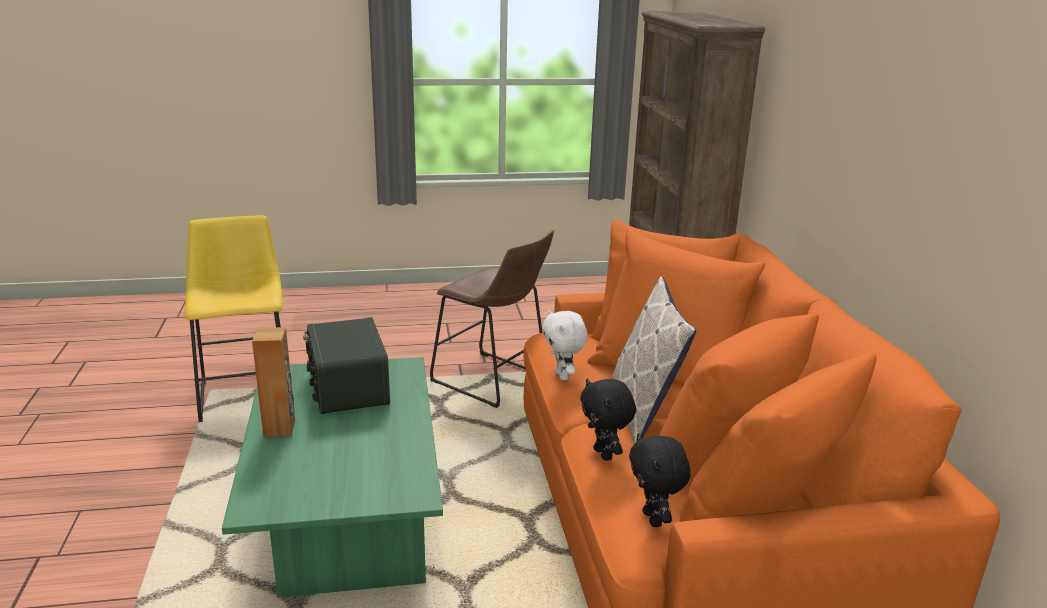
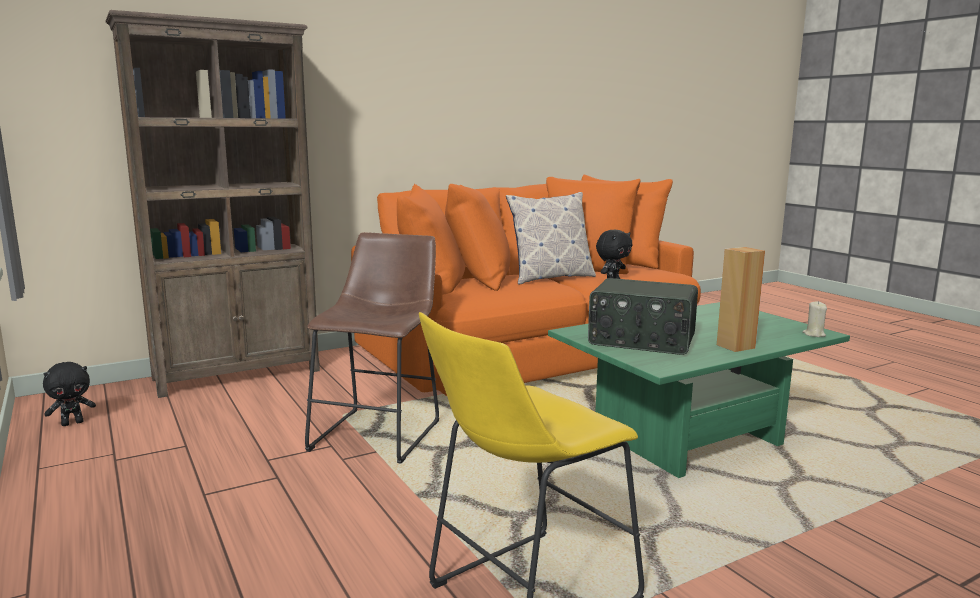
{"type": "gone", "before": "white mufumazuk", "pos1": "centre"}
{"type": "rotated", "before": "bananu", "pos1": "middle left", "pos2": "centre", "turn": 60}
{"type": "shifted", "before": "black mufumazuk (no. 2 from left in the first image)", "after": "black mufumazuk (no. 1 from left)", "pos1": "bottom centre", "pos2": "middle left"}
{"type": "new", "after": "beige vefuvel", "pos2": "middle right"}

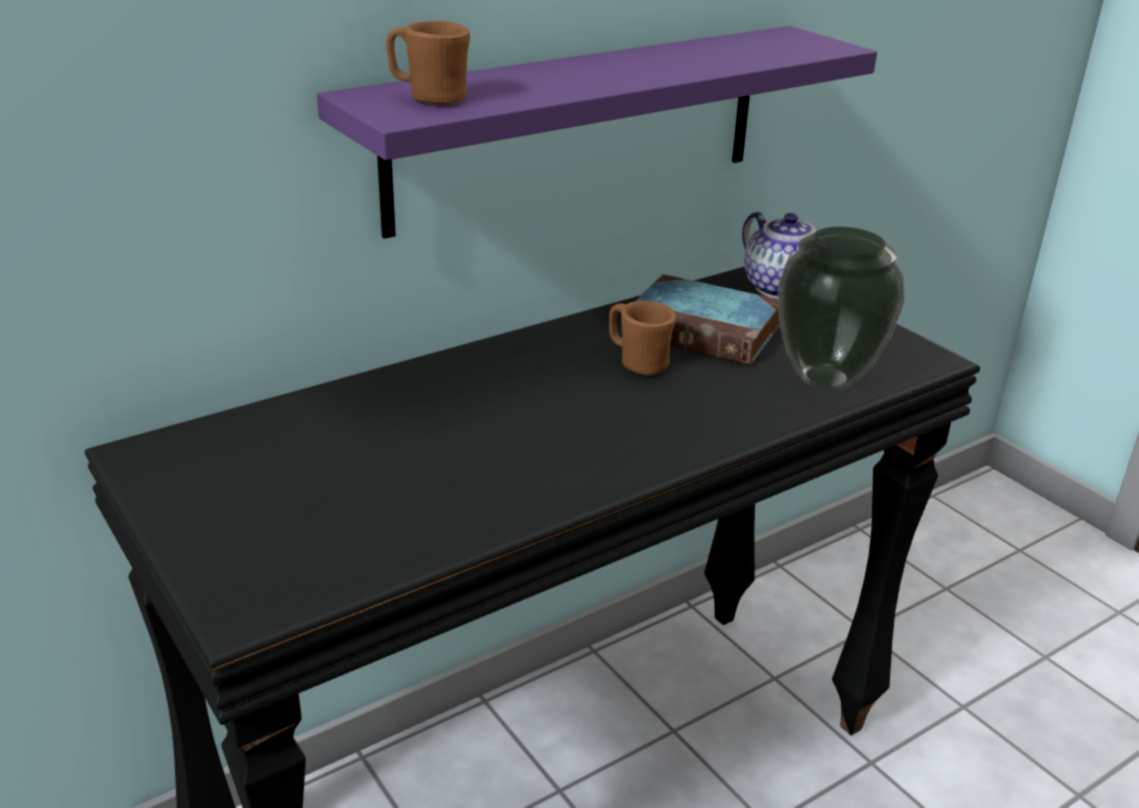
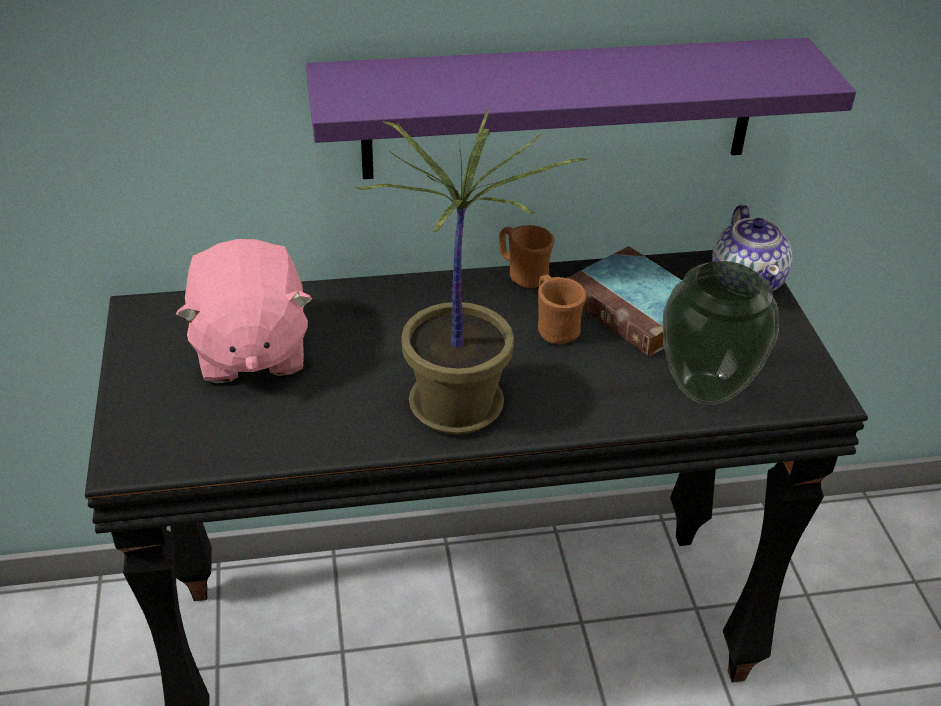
{"type": "shifted", "before": "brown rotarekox (no. 1 from left)", "pos1": "top centre", "pos2": "centre"}
{"type": "new", "after": "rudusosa", "pos2": "centre"}
{"type": "new", "after": "pink mufumazuk", "pos2": "middle left"}

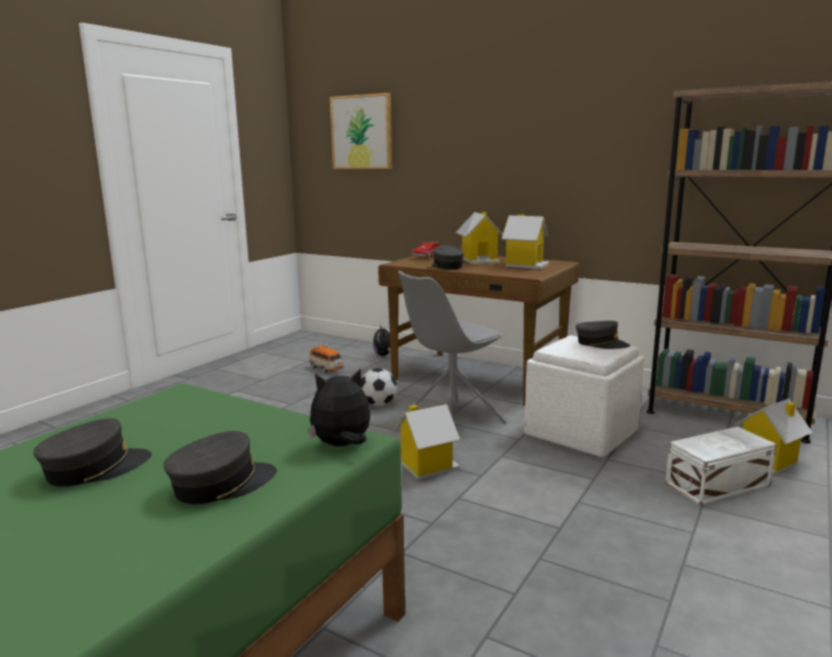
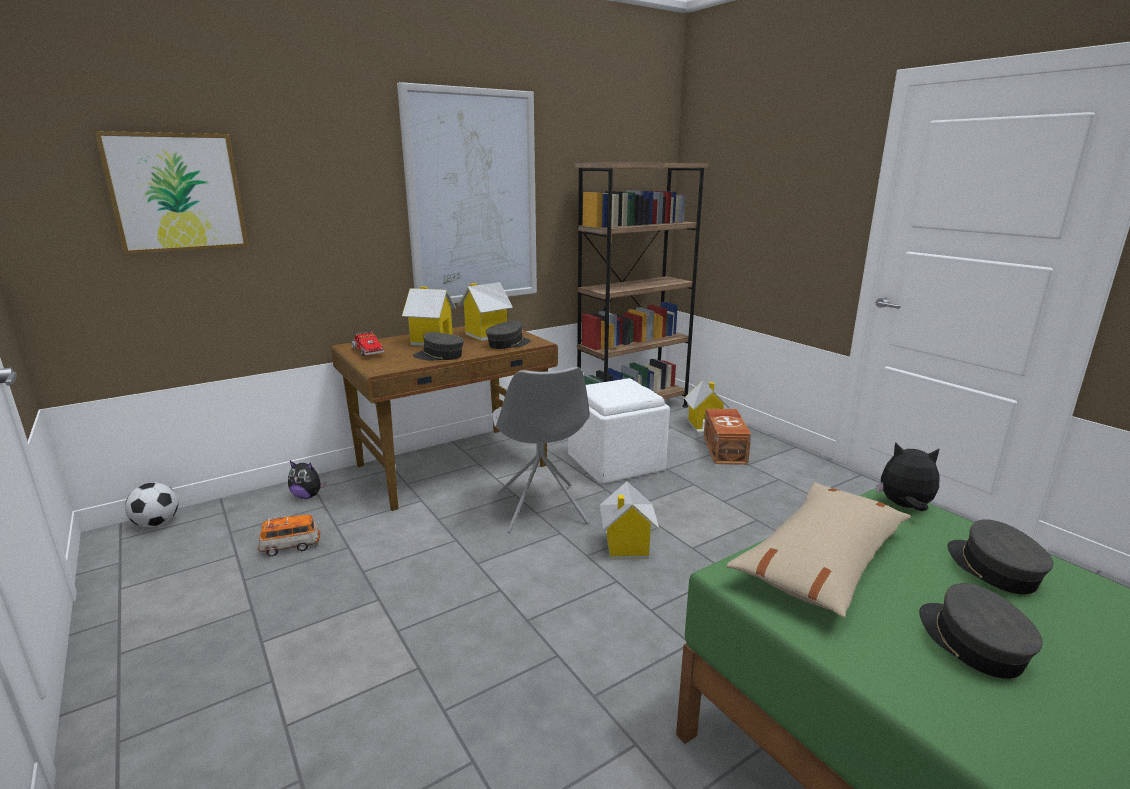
{"type": "shifted", "before": "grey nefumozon (no. 4 from left in the first image)", "after": "grey nefumozon (no. 2 from left)", "pos1": "middle right", "pos2": "centre"}
{"type": "rotated", "before": "mufumazuk (no. 1 from left in the first image)", "pos1": "centre", "pos2": "middle right", "turn": 105}
{"type": "shifted", "before": "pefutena", "pos1": "centre", "pos2": "middle left"}
{"type": "repainted", "before": "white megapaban", "after": "brown megapaban", "pos1": "bottom right", "pos2": "centre"}
{"type": "new", "after": "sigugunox (no. 2 from left)", "pos2": "top centre"}
{"type": "new", "after": "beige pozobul", "pos2": "bottom right"}

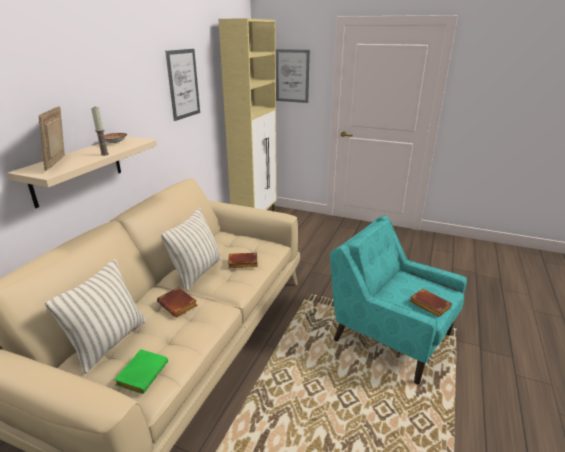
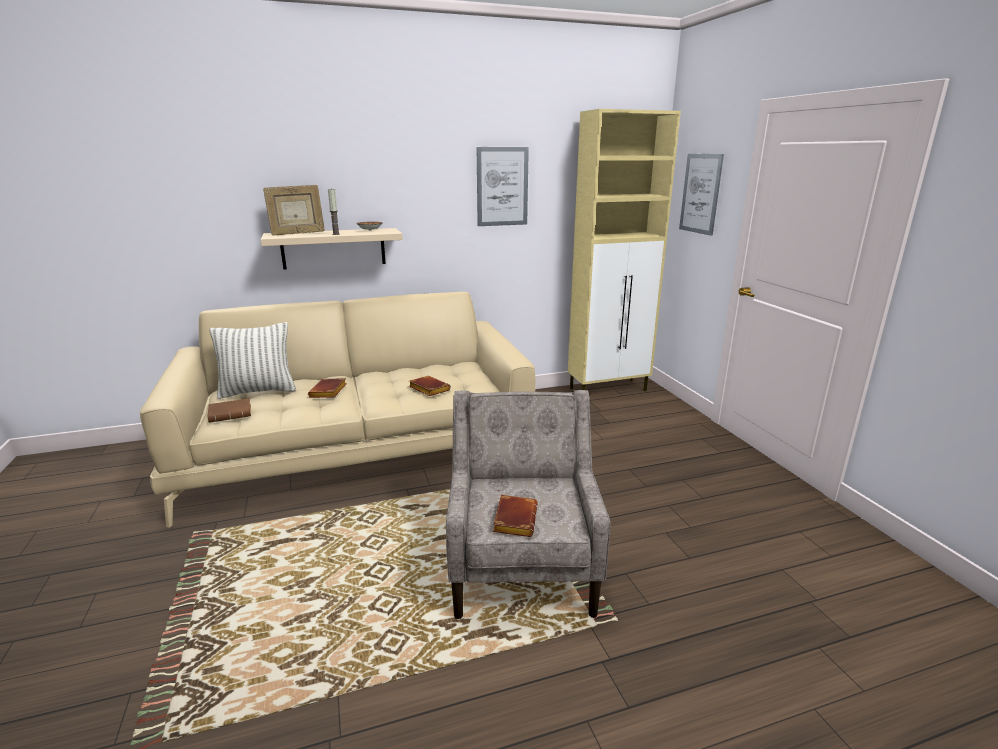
{"type": "rotated", "before": "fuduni", "pos1": "top left", "pos2": "top left", "turn": -150}
{"type": "gone", "before": "pozobul (no. 2 from left)", "pos1": "centre"}
{"type": "repainted", "before": "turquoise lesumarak", "after": "beige lesumarak", "pos1": "middle right", "pos2": "bottom centre"}
{"type": "repainted", "before": "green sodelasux", "after": "brown sodelasux (no. 1 from left)", "pos1": "bottom left", "pos2": "middle left"}

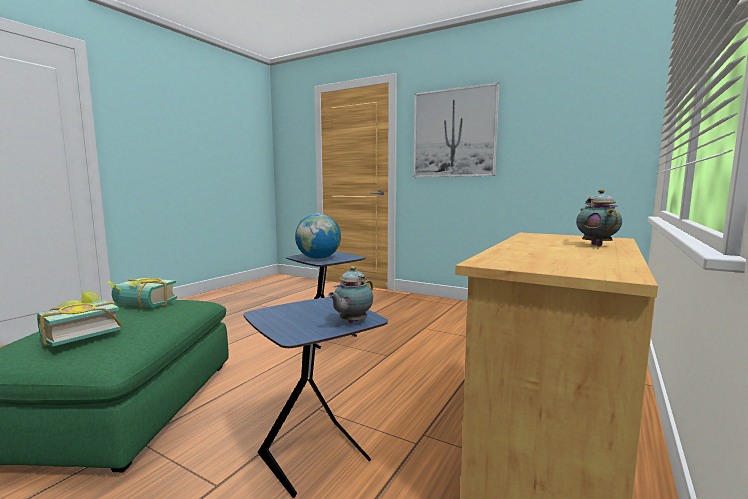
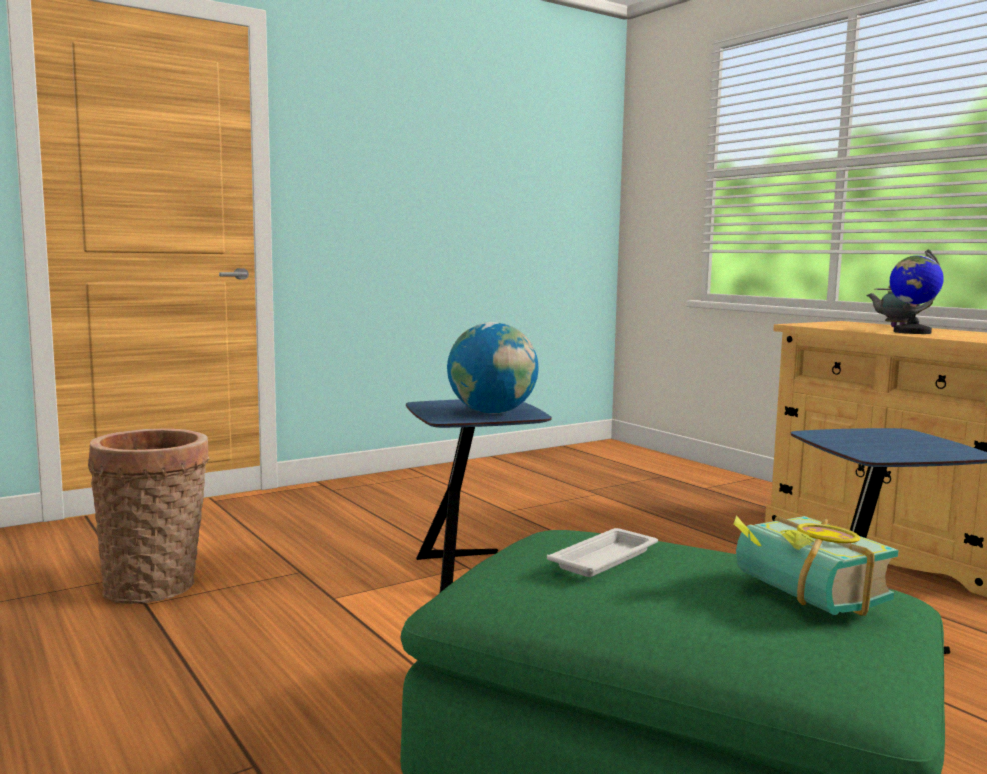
{"type": "gone", "before": "sigugunox", "pos1": "top centre"}
{"type": "gone", "before": "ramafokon (no. 1 from left)", "pos1": "centre"}
{"type": "swapped", "before": "sodelasux (no. 2 from left)", "after": "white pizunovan", "pos1": "middle left", "pos2": "bottom centre"}
{"type": "new", "after": "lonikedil (no. 2 from left)", "pos2": "middle right"}
{"type": "new", "after": "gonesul", "pos2": "bottom left"}

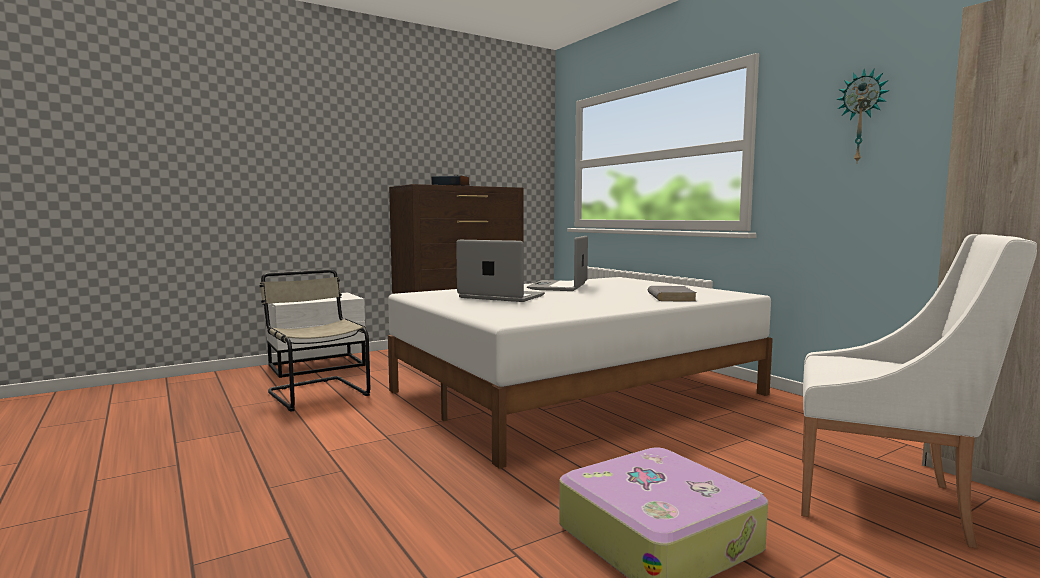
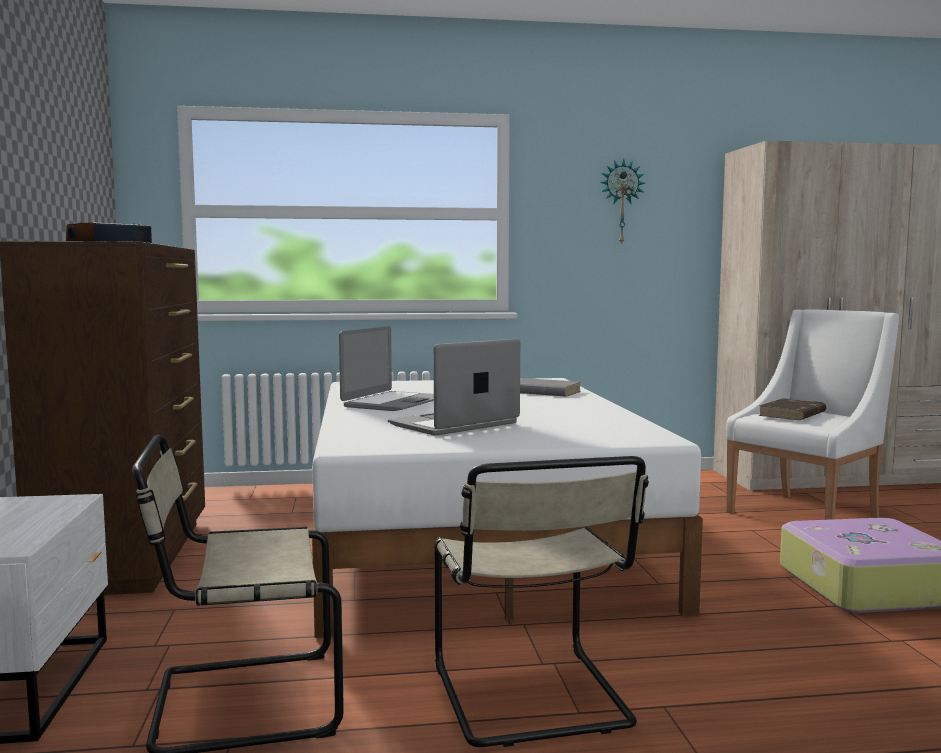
{"type": "rotated", "before": "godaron (no. 2 from left in the first image)", "pos1": "centre", "pos2": "centre", "turn": -105}
{"type": "new", "after": "brown sodelasux", "pos2": "middle right"}
{"type": "new", "after": "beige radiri (no. 2 from left)", "pos2": "bottom centre"}

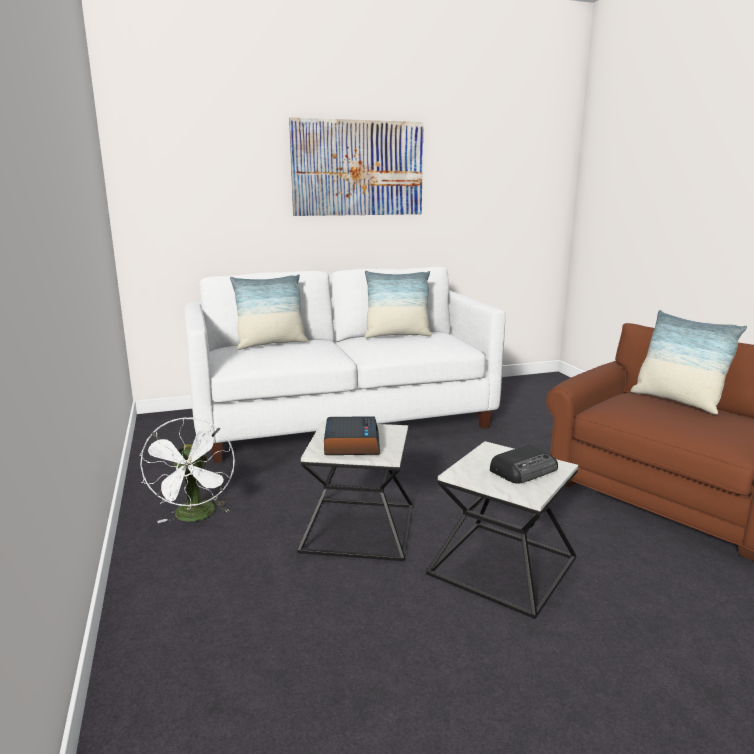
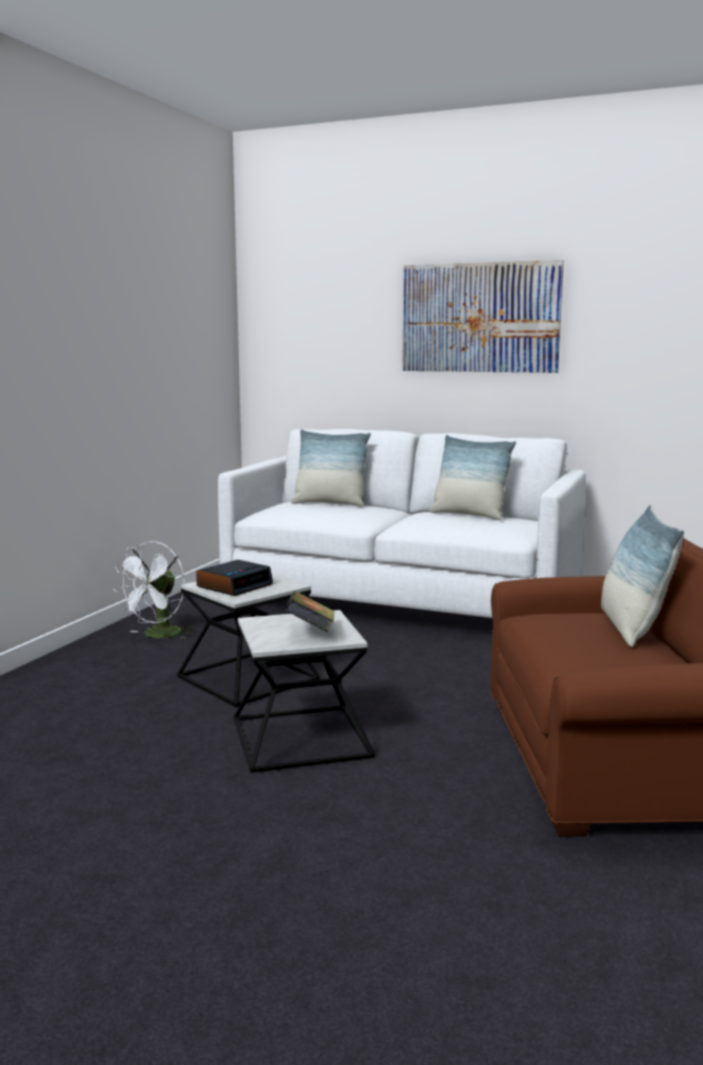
{"type": "swapped", "before": "bananu", "after": "sodelasux", "pos1": "middle right", "pos2": "centre"}

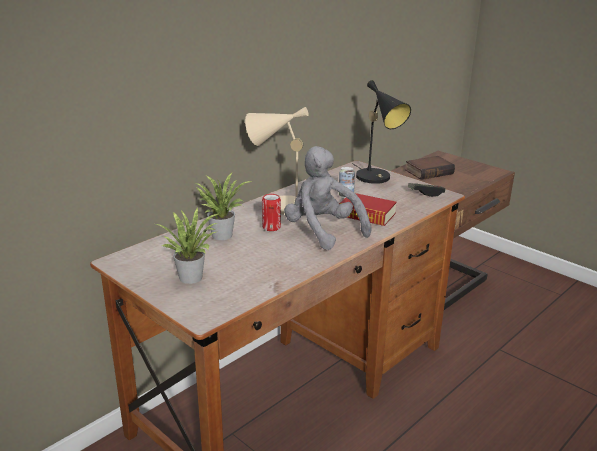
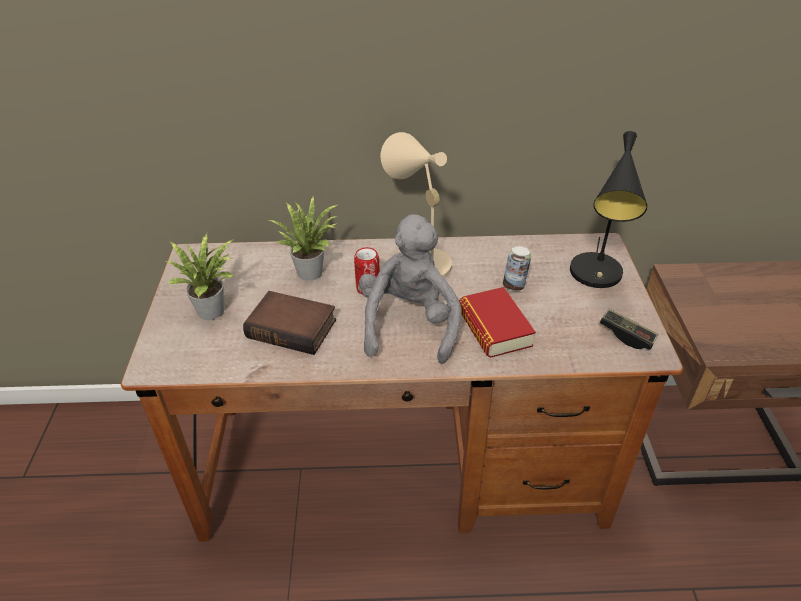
{"type": "shifted", "before": "sodelasux (no. 2 from left in the first image)", "after": "sodelasux (no. 1 from left)", "pos1": "middle right", "pos2": "centre"}

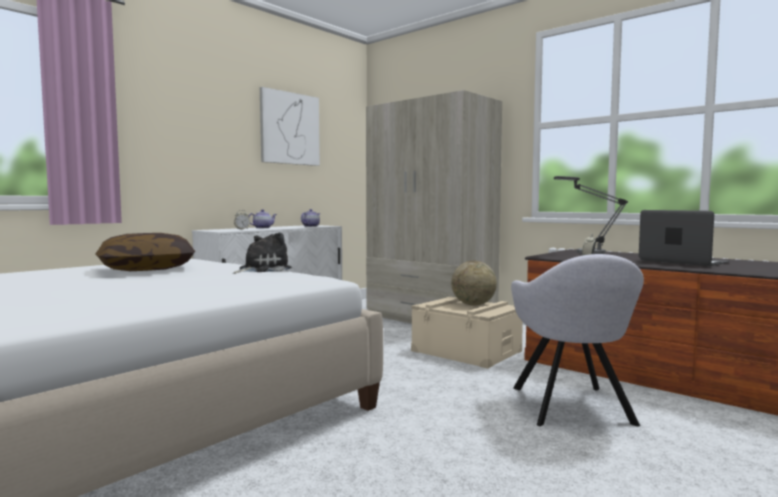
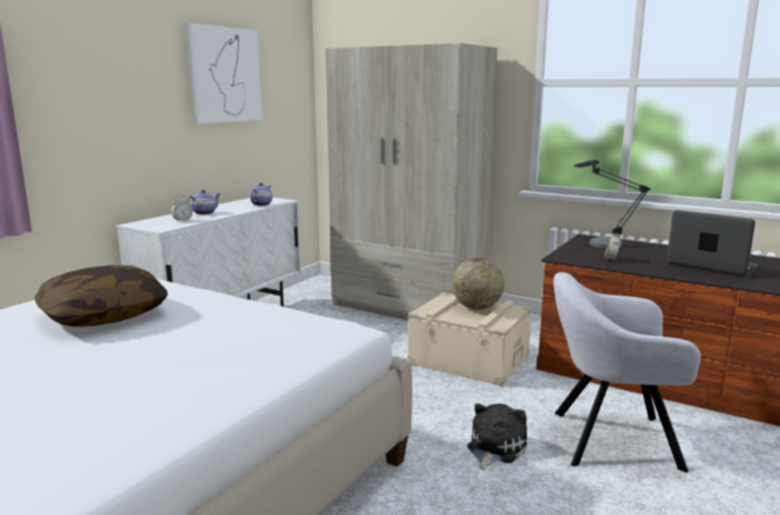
{"type": "shifted", "before": "mufumazuk", "pos1": "centre", "pos2": "bottom centre"}
{"type": "rotated", "before": "grey lesumarak", "pos1": "bottom right", "pos2": "bottom right", "turn": 105}

